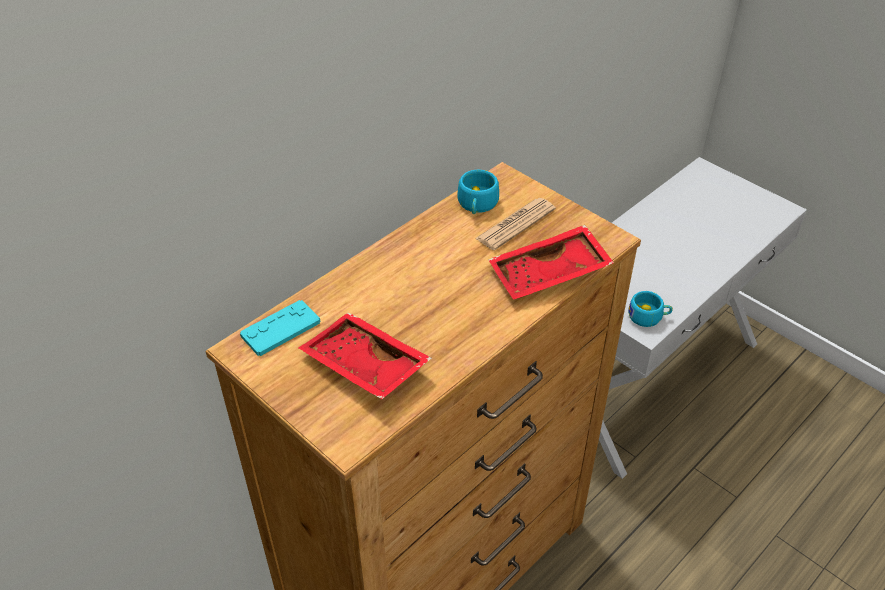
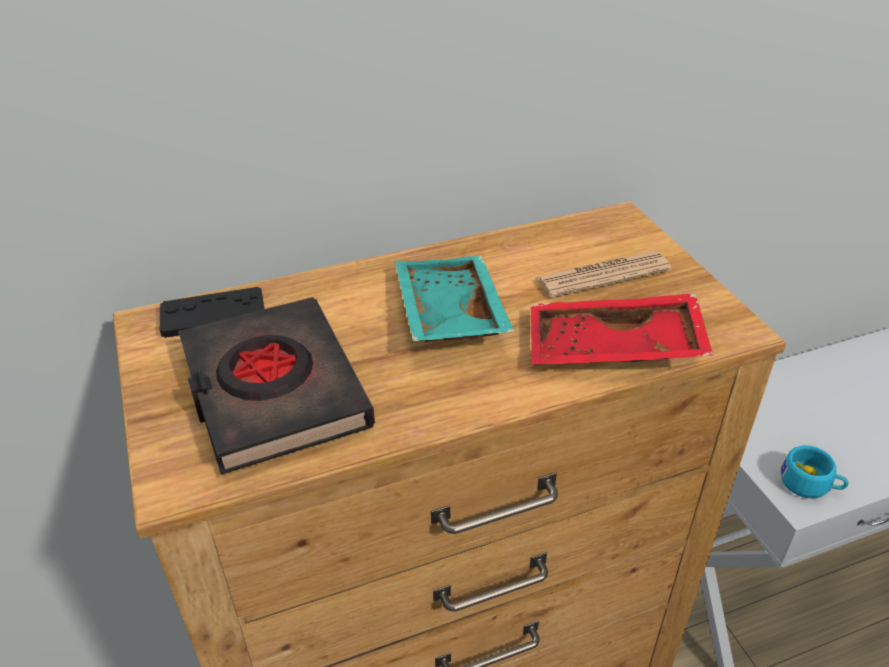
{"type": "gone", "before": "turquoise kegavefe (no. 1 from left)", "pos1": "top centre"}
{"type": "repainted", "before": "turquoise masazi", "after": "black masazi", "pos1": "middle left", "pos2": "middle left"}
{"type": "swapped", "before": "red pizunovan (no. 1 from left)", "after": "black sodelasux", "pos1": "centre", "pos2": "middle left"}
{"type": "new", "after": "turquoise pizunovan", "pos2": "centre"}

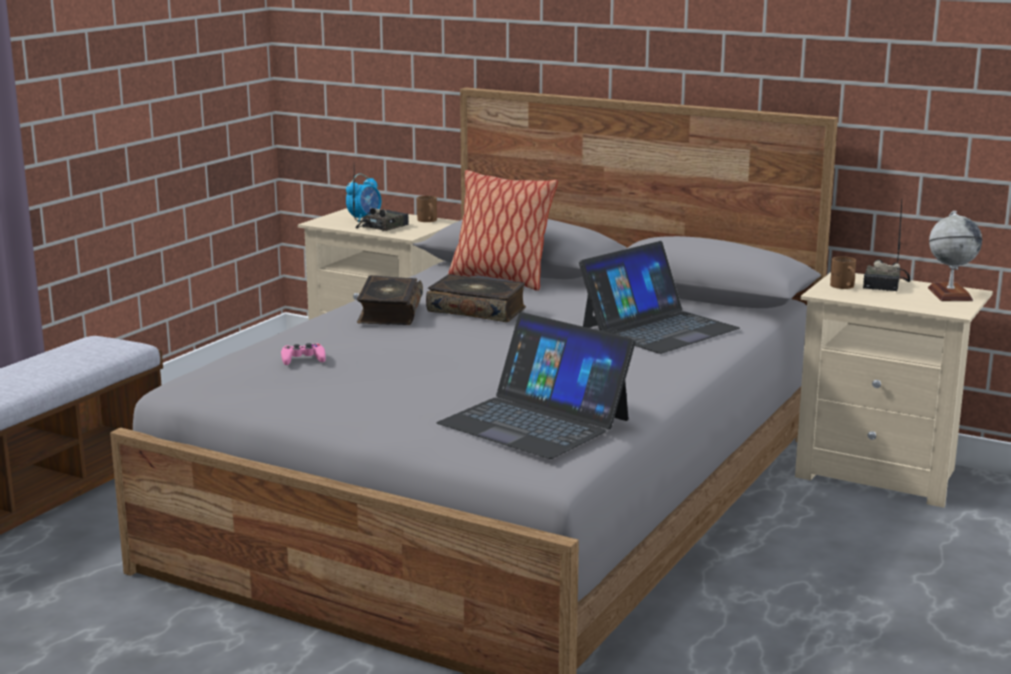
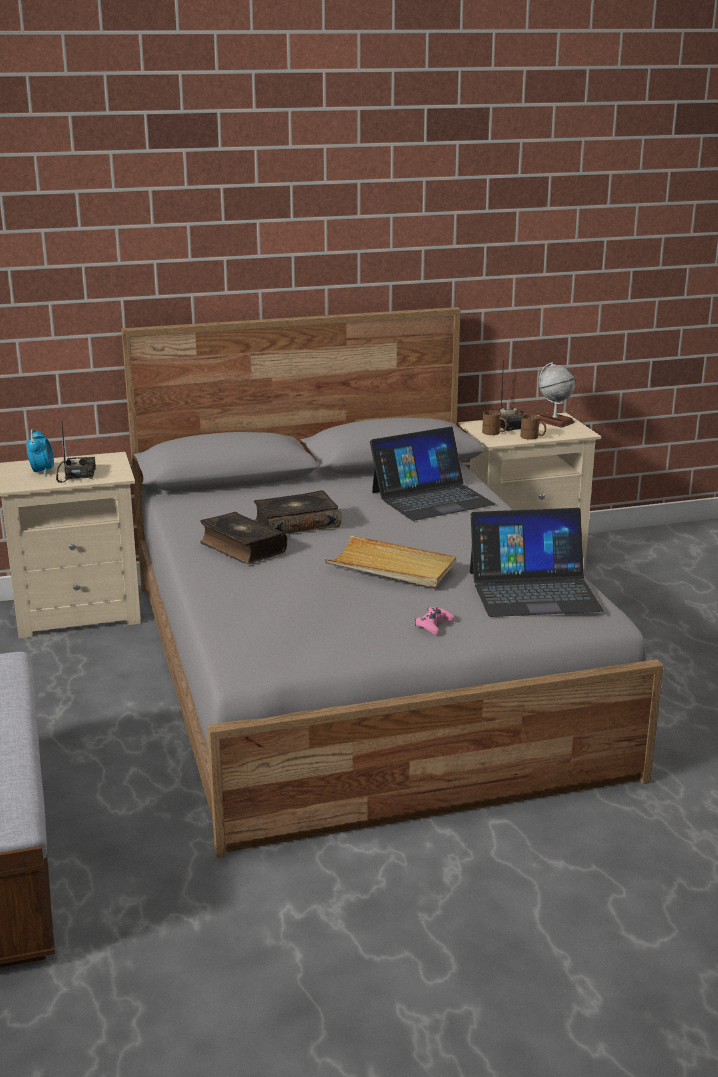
{"type": "gone", "before": "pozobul", "pos1": "centre"}
{"type": "shifted", "before": "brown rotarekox (no. 1 from left in the first image)", "after": "brown rotarekox (no. 2 from left)", "pos1": "top centre", "pos2": "middle right"}
{"type": "rotated", "before": "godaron (no. 2 from left in the first image)", "pos1": "centre", "pos2": "centre", "turn": 60}
{"type": "shifted", "before": "pink masazi", "pos1": "middle left", "pos2": "centre"}
{"type": "new", "after": "beige pizunovan", "pos2": "centre"}

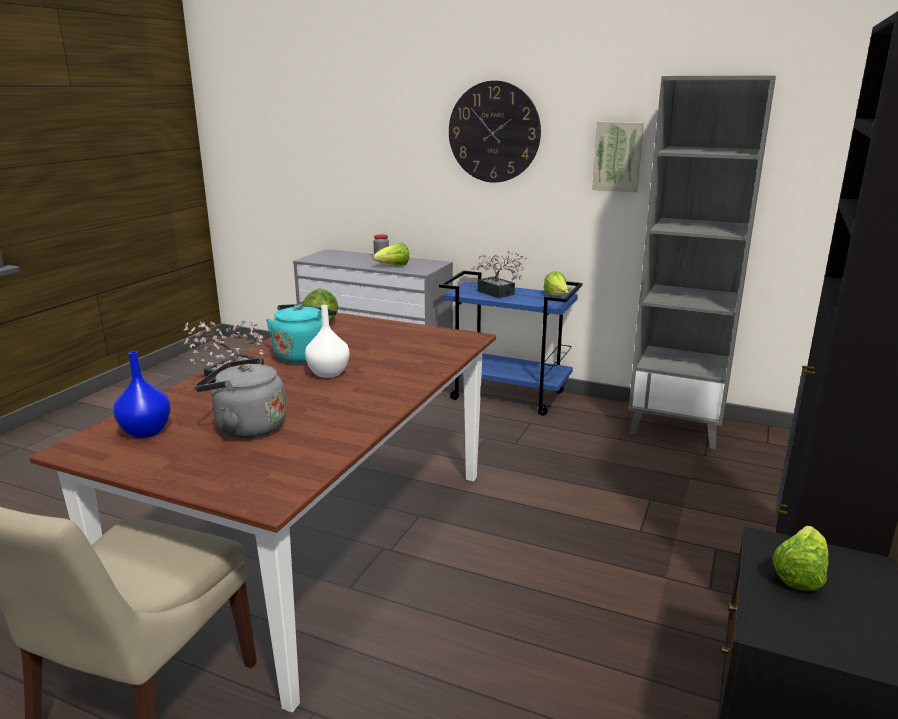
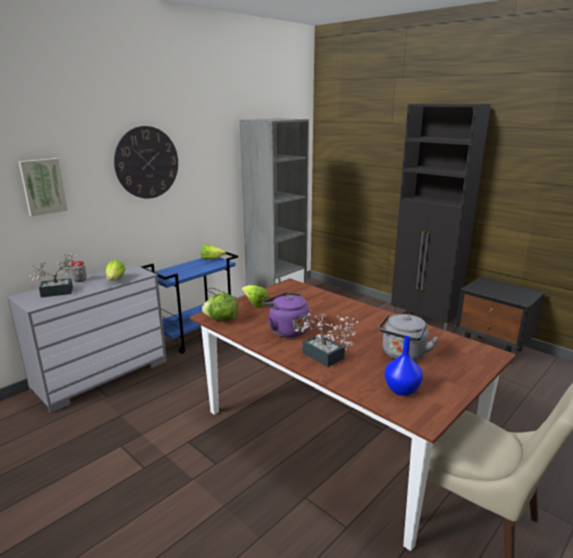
{"type": "shifted", "before": "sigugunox", "pos1": "top right", "pos2": "middle left"}
{"type": "shifted", "before": "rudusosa (no. 2 from left in the first image)", "after": "rudusosa (no. 1 from left)", "pos1": "centre", "pos2": "middle left"}
{"type": "repainted", "before": "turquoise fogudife", "after": "purple fogudife", "pos1": "centre", "pos2": "centre"}
{"type": "gone", "before": "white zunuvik", "pos1": "centre"}
{"type": "shifted", "before": "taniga (no. 4 from left)", "pos1": "bottom right", "pos2": "centre"}

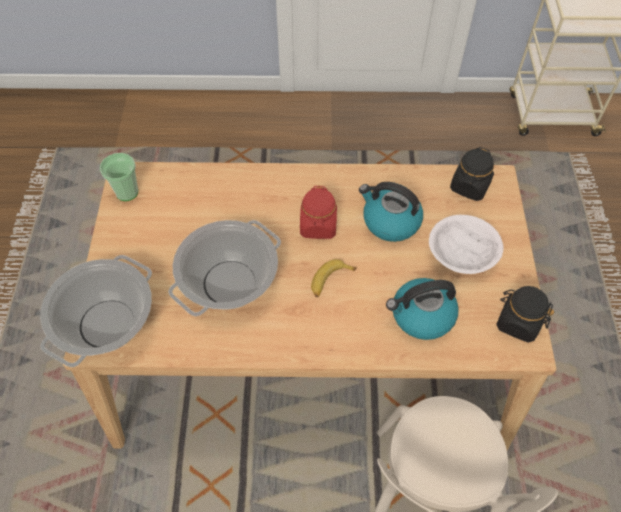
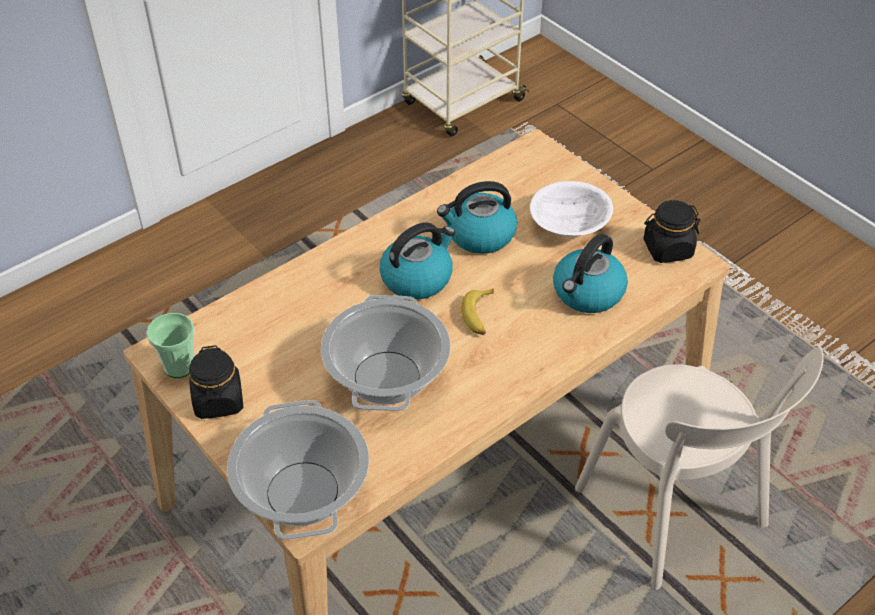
{"type": "shifted", "before": "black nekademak (no. 1 from left)", "pos1": "middle right", "pos2": "middle left"}
{"type": "swapped", "before": "red nekademak", "after": "fogudife (no. 1 from left)", "pos1": "centre", "pos2": "centre"}

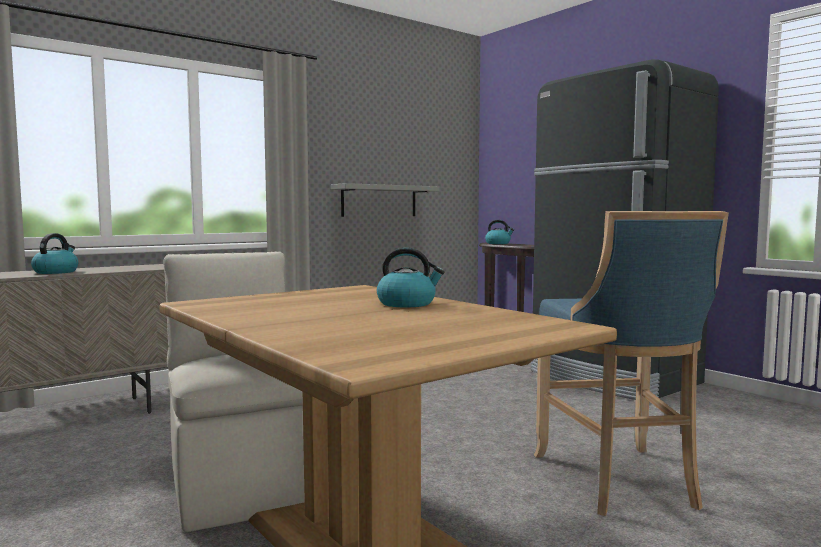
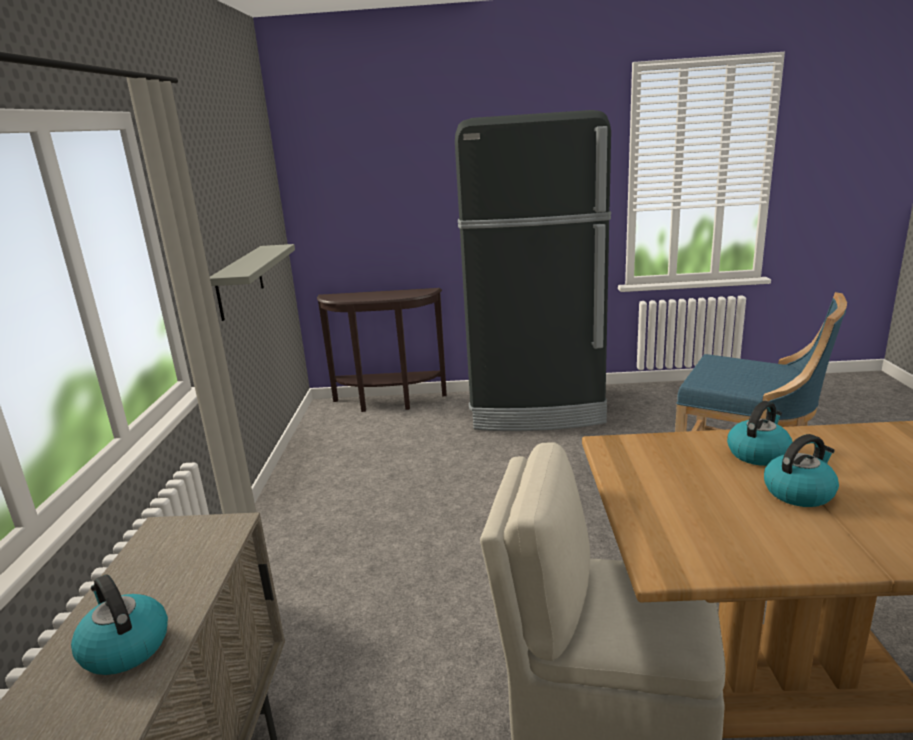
{"type": "shifted", "before": "fogudife (no. 3 from left)", "pos1": "centre", "pos2": "middle right"}

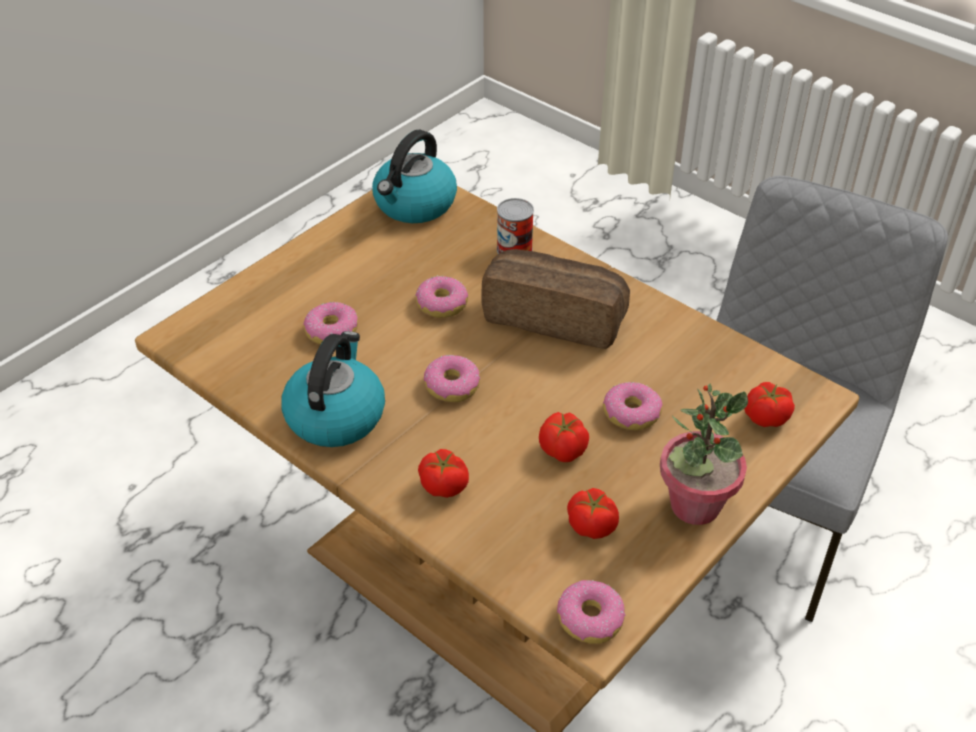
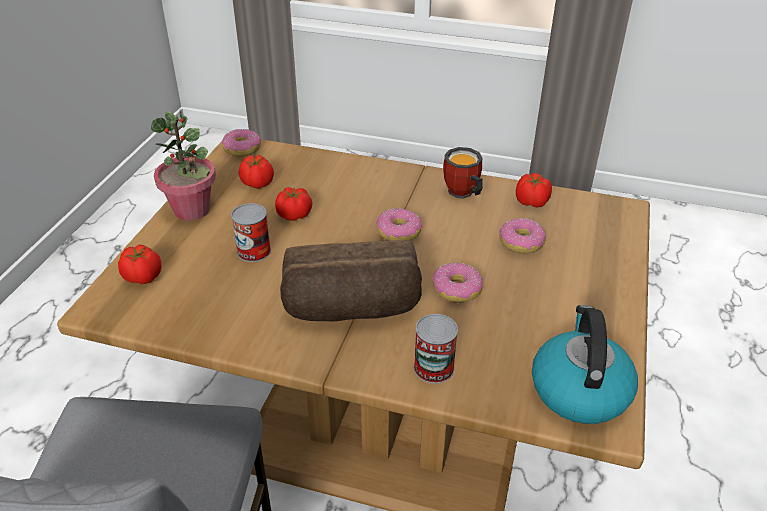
{"type": "swapped", "before": "fogudife (no. 1 from left)", "after": "rotarekox", "pos1": "centre", "pos2": "centre"}
{"type": "swapped", "before": "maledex (no. 5 from left)", "after": "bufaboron (no. 1 from left)", "pos1": "centre", "pos2": "middle left"}
{"type": "shifted", "before": "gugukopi (no. 1 from left in the first image)", "after": "gugukopi (no. 4 from left)", "pos1": "centre", "pos2": "middle right"}

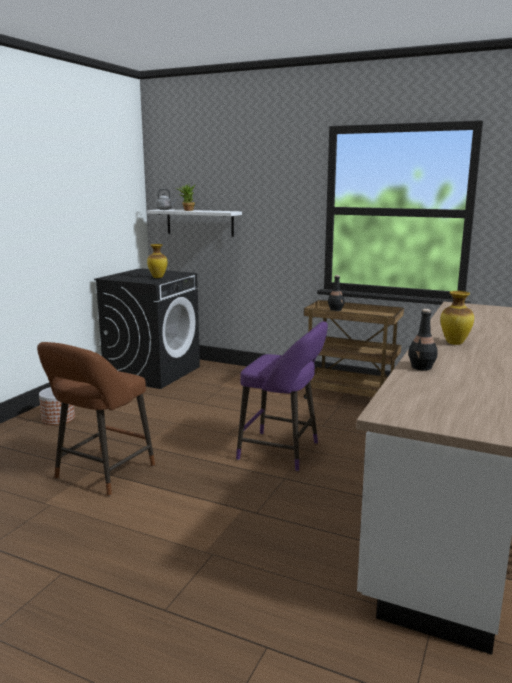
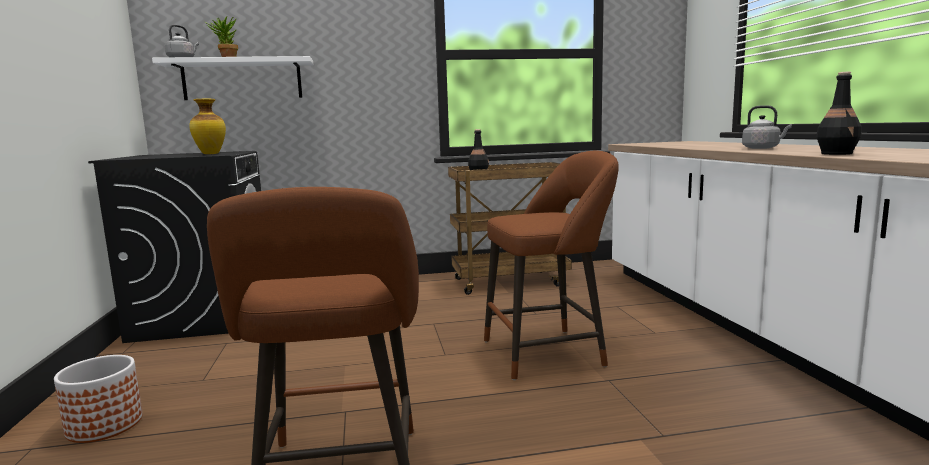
{"type": "swapped", "before": "zunuvik (no. 2 from left)", "after": "grey fogudife (no. 2 from left)", "pos1": "middle right", "pos2": "top right"}
{"type": "repainted", "before": "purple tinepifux", "after": "brown tinepifux (no. 2 from left)", "pos1": "centre", "pos2": "centre"}

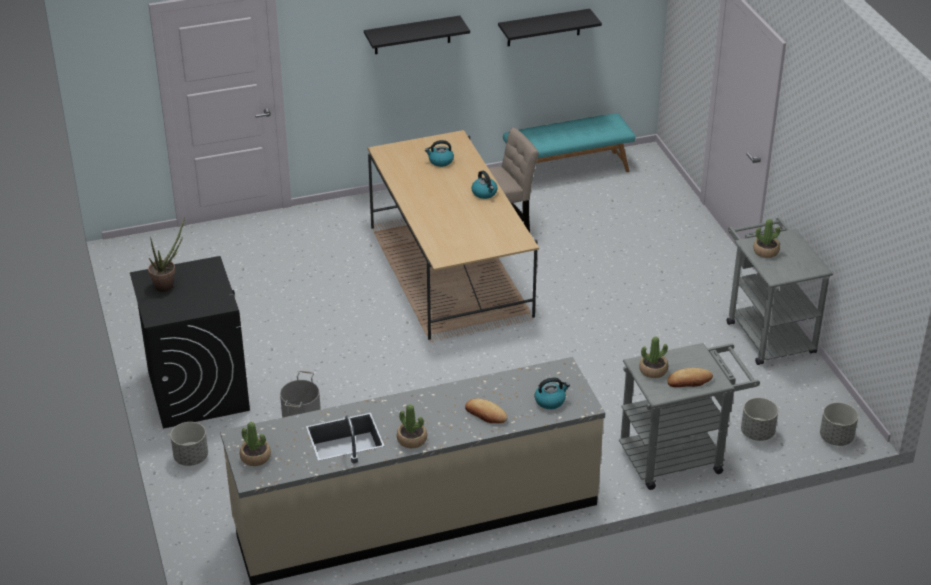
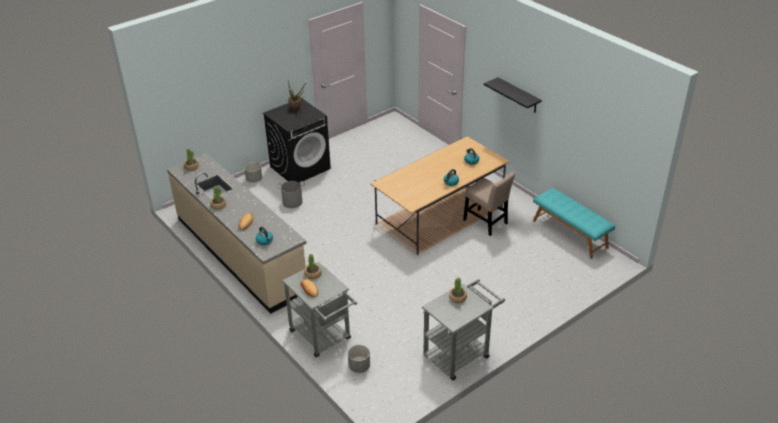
{"type": "gone", "before": "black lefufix (no. 2 from left)", "pos1": "top centre"}
{"type": "gone", "before": "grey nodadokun (no. 3 from left)", "pos1": "bottom right"}

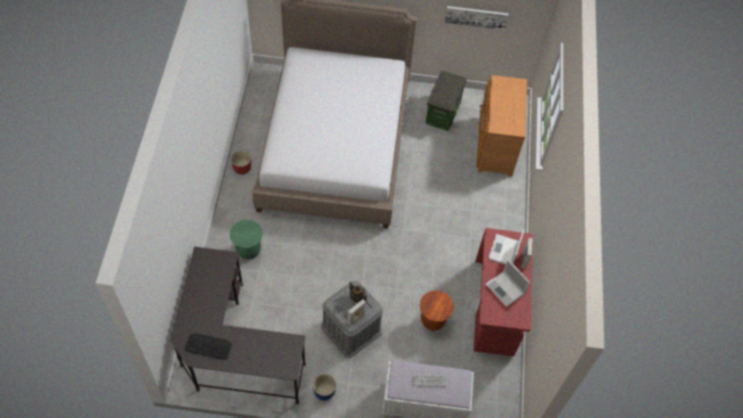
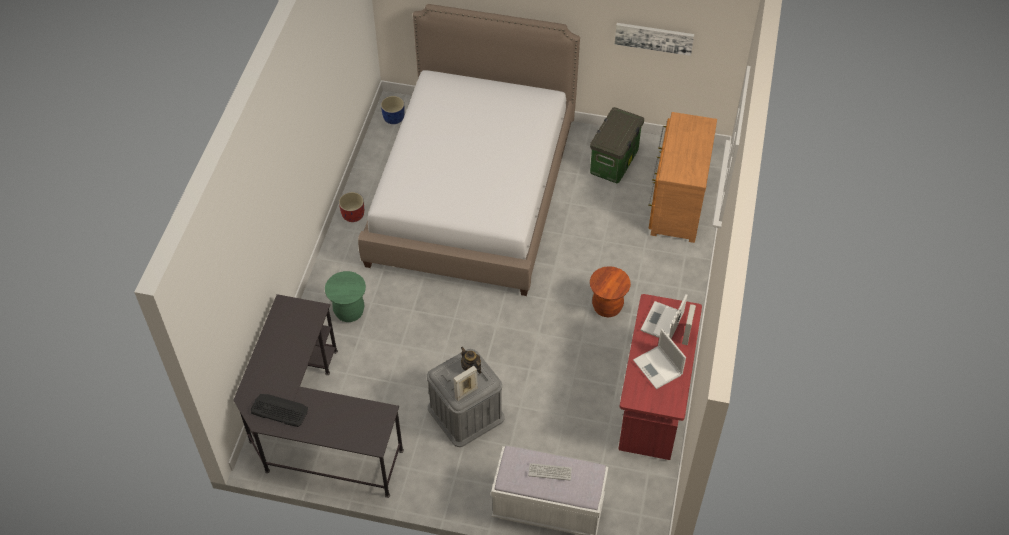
{"type": "shifted", "before": "brown tinepifux", "pos1": "bottom centre", "pos2": "centre"}
{"type": "shifted", "before": "blue nodadokun", "pos1": "bottom centre", "pos2": "top centre"}

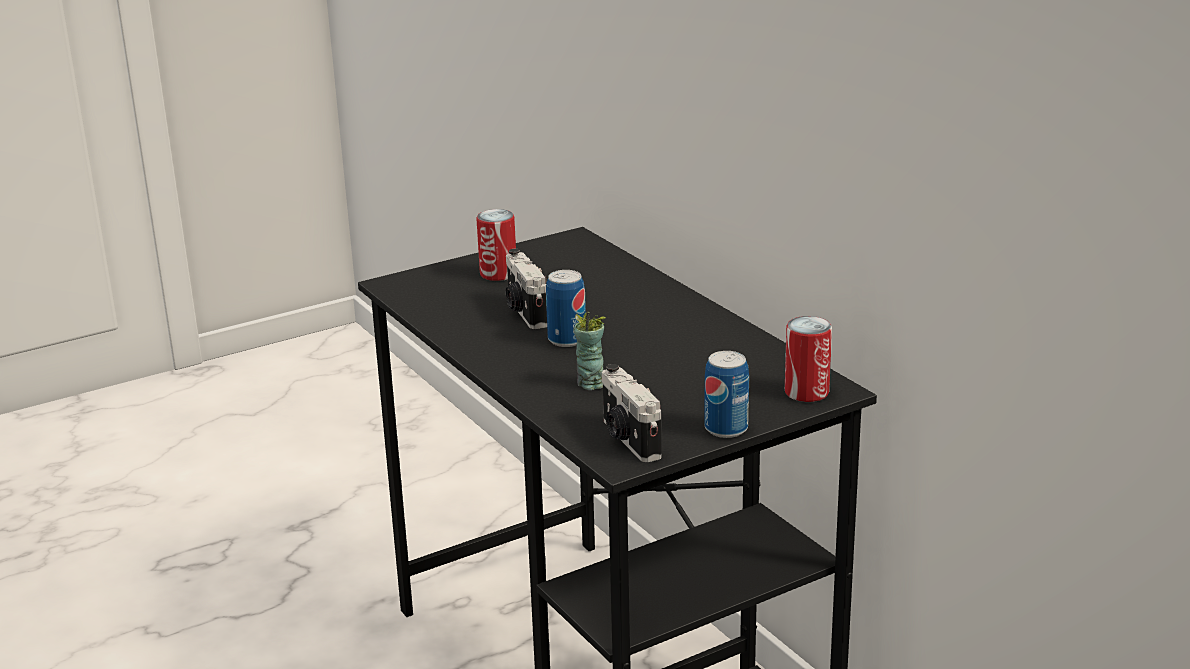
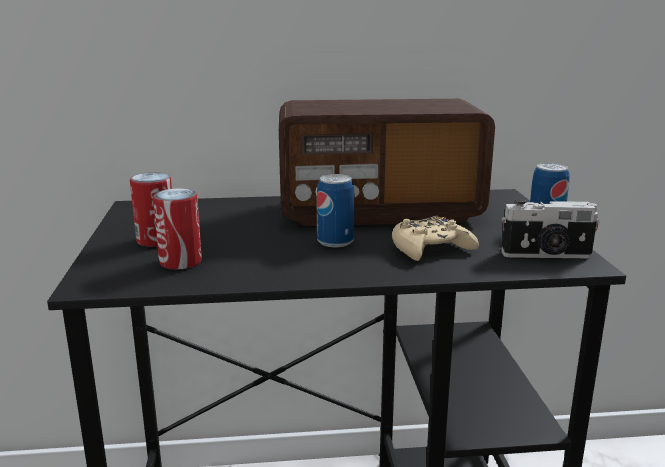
{"type": "gone", "before": "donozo (no. 1 from left)", "pos1": "centre"}
{"type": "swapped", "before": "kegavefe", "after": "beige masazi", "pos1": "centre", "pos2": "centre"}
{"type": "shifted", "before": "bufaboron (no. 4 from left in the first image)", "after": "bufaboron (no. 2 from left)", "pos1": "middle right", "pos2": "middle left"}
{"type": "new", "after": "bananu", "pos2": "centre"}

